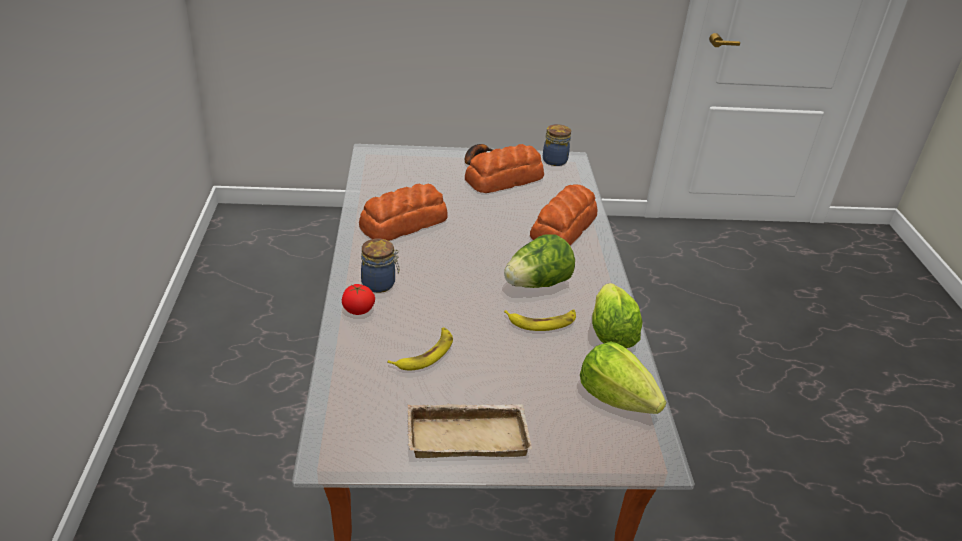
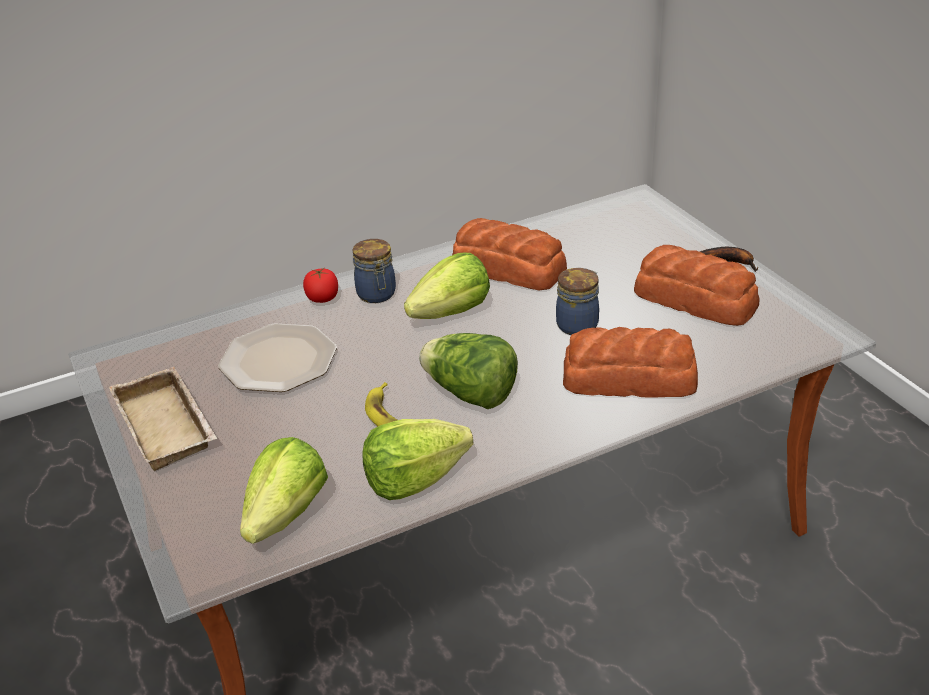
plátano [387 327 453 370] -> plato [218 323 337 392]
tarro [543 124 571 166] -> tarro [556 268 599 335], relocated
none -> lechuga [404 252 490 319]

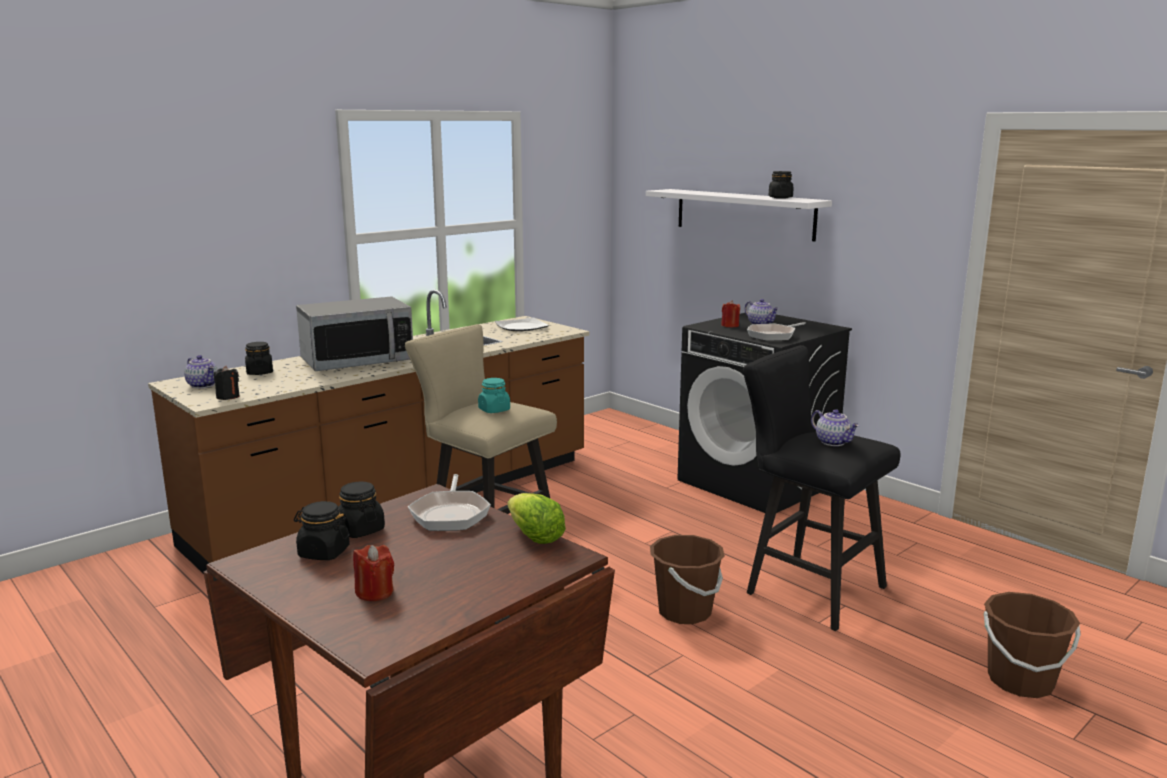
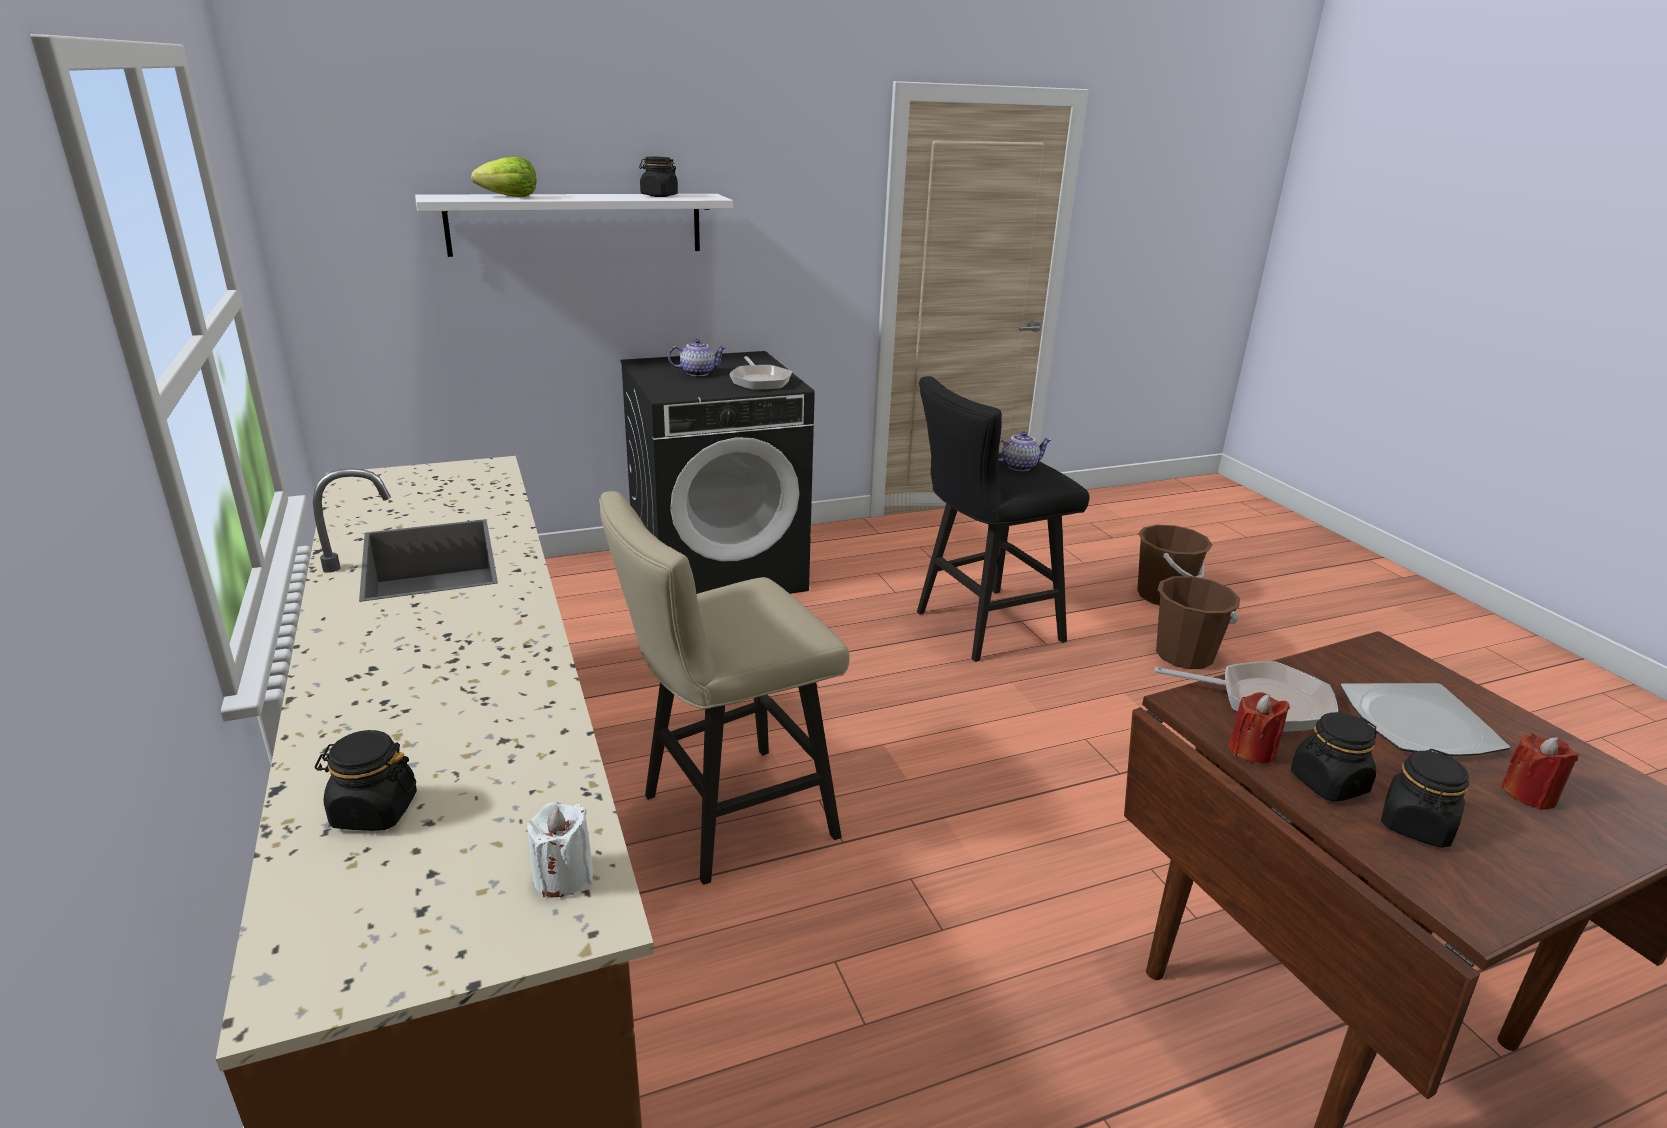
tetera [184 355 218 388] -> none
vela [negro] [214 366 240 400] -> vela [blanco] [527 802 594 897]
microondas [296 296 413 371] -> none
tarro [turquesa] [478 378 510 413] -> none
plato [495 317 549 331] -> plato [1341 683 1510 756], relocated
lechuga [507 493 566 544] -> lechuga [471 157 536 197], relocated
cubo [marrón] [650 535 725 624] -> cubo [marrón] [1156 576 1240 669], relocated
vela [rojo] [721 300 740 327] -> vela [rojo] [1228 692 1290 764], relocated

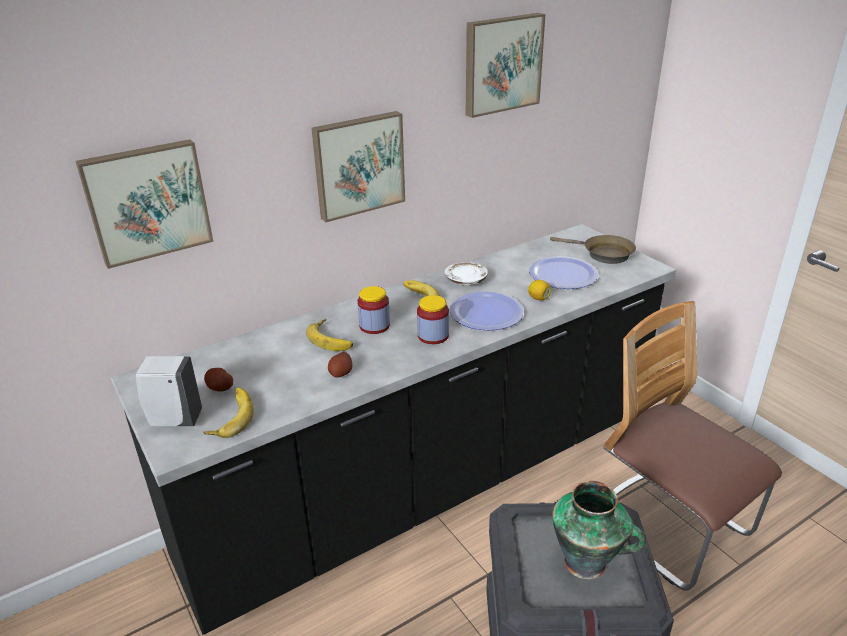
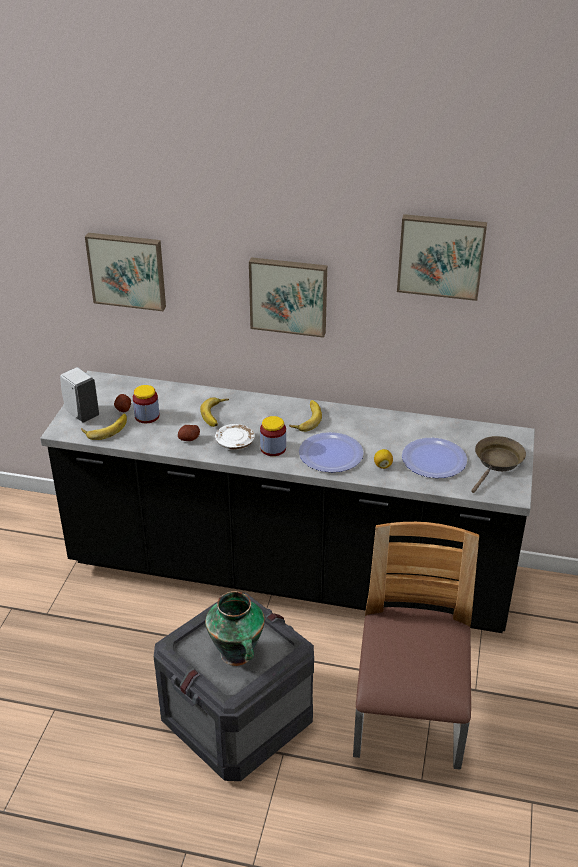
tarro [358 286 390 334] -> tarro [133 385 159 423], relocated
plato [blanco] [445 262 488 285] -> plato [blanco] [215 424 255 450], relocated
sartén [marrón] [550 235 636 264] -> sartén [marrón] [471 436 526 493], 135 degrees counterclockwise

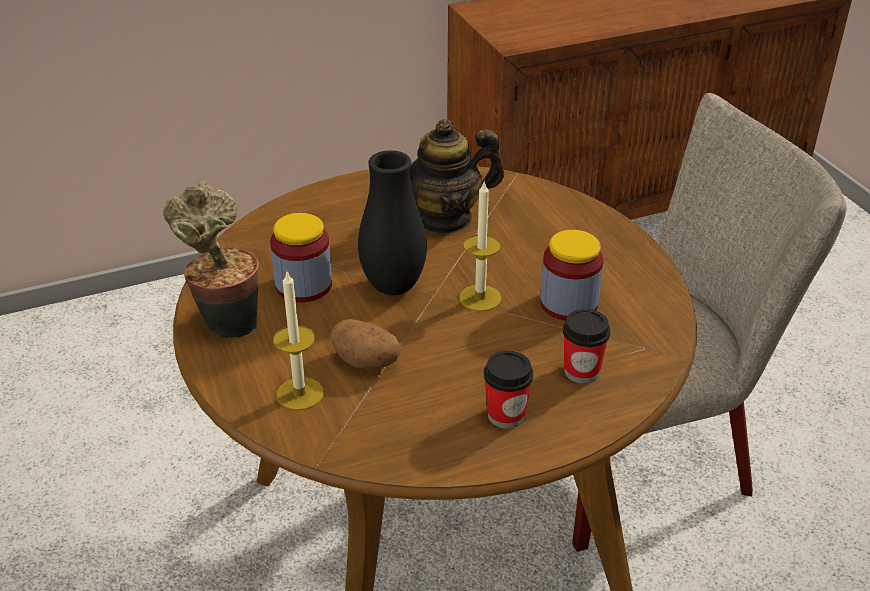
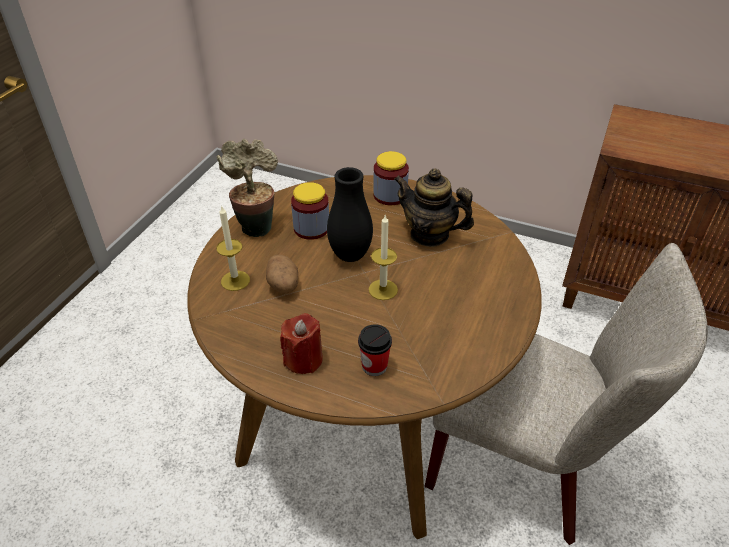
taza [484 350 533 429] -> vela [rojo] [280 313 323 374]
tarro [540 230 604 321] -> tarro [373 151 409 205], relocated

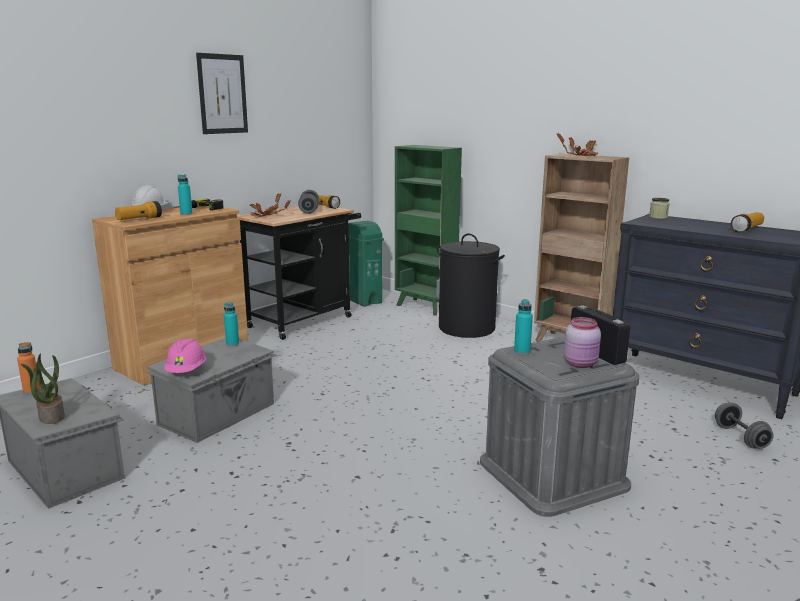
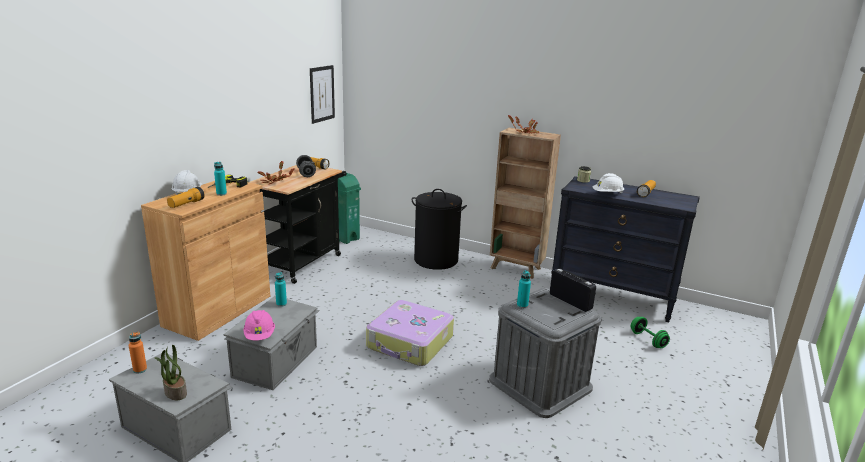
cuadro [196 53 248 134] -> cuadro [310 65 335 124], relocated
estantería [verde] [395 145 462 316] -> none
tarro [rosa] [564 317 601 368] -> none
mancuerna [gris] [715 403 774 449] -> mancuerna [verde] [631 317 670 348]
none -> maleta [366 300 454 366]
none -> casco [blanco] [593 173 624 194]

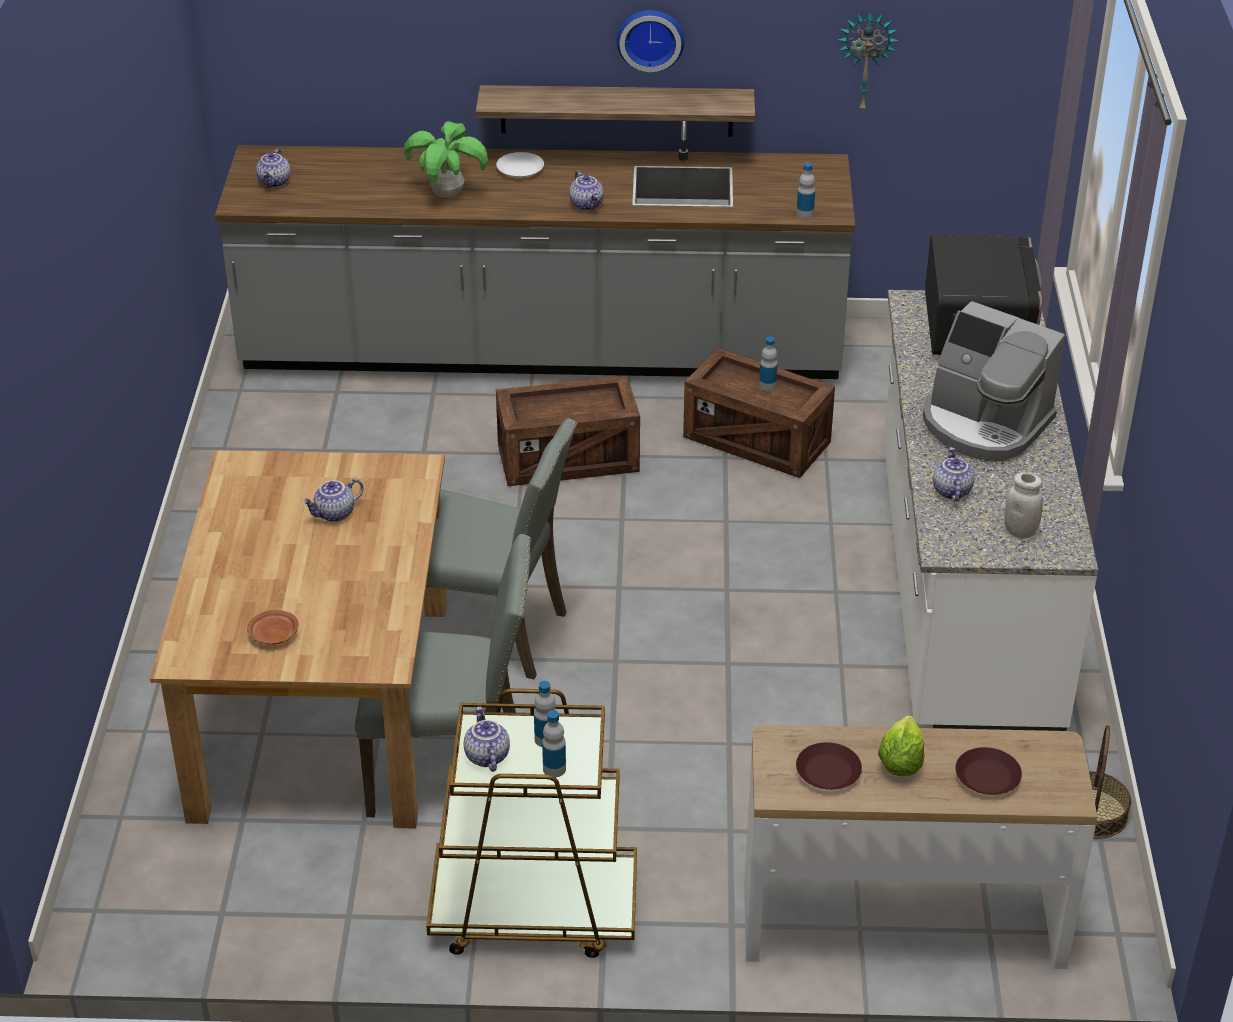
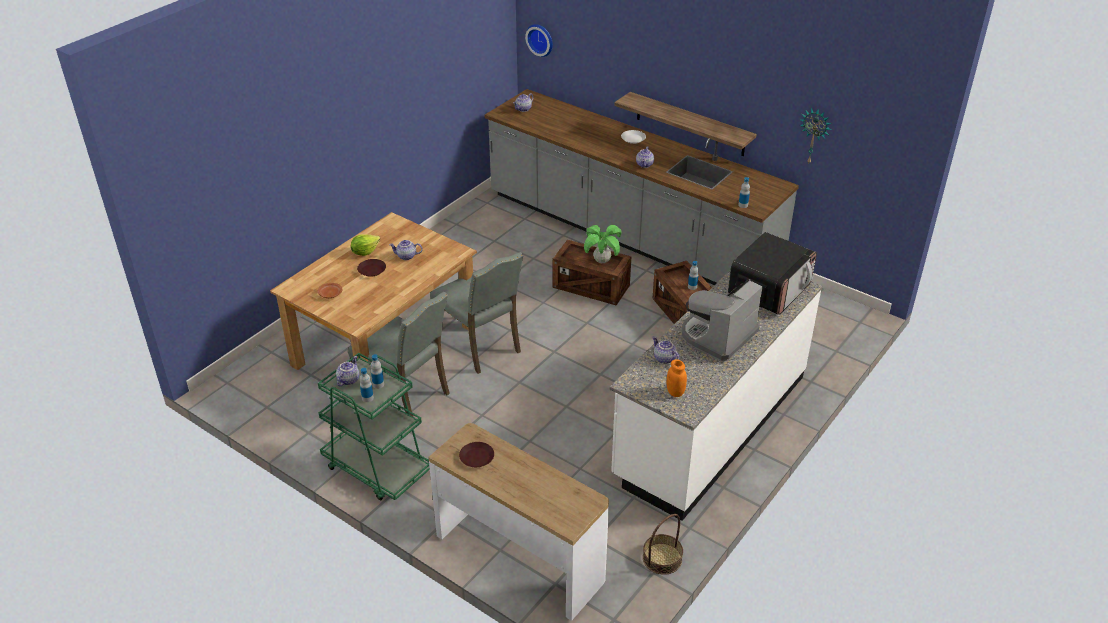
planta en maceta [404 121 488 198] -> planta en maceta [584 225 621 263], relocated
carrito [marrón] [426 689 637 958] -> carrito [verde] [318 353 430 500]
reloj de pared [617 10 684 72] -> reloj de pared [525 24 553 57], relocated
lechuga [878 715 925 776] -> lechuga [351 234 380 256], relocated
cafetera [923 301 1065 461] -> cafetera [682 279 763 361], 60 degrees clockwise
tetera [933 447 974 502] -> tetera [652 337 680 364], 75 degrees counterclockwise
plato [marrón] [955 747 1022 795] -> plato [marrón] [357 259 386 277], relocated
tarro [blanco] [1004 472 1043 539] -> tarro [naranja] [667 359 687 397]

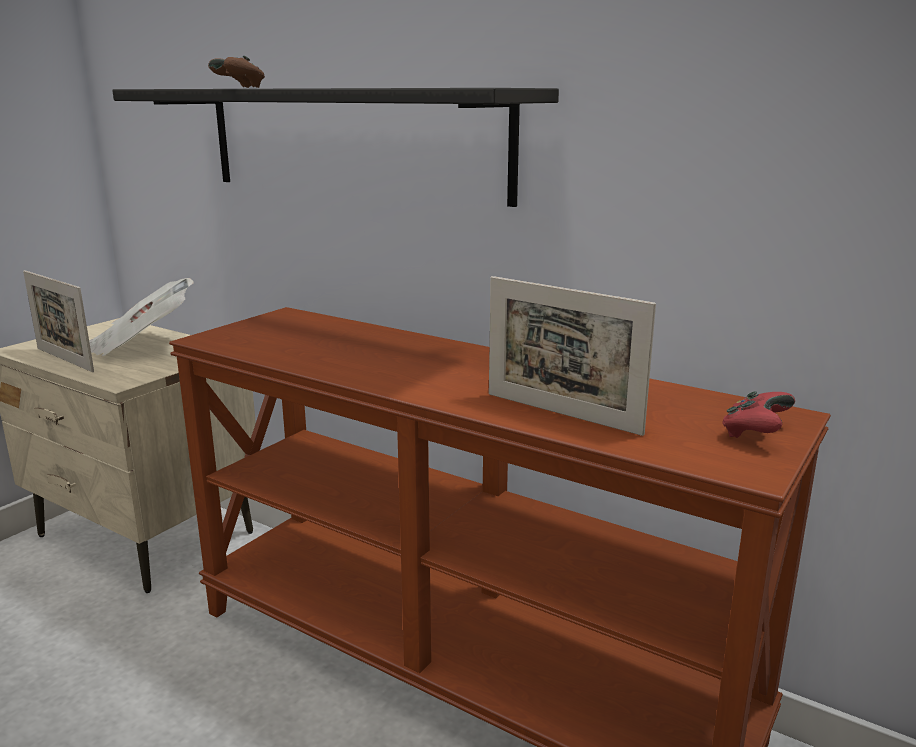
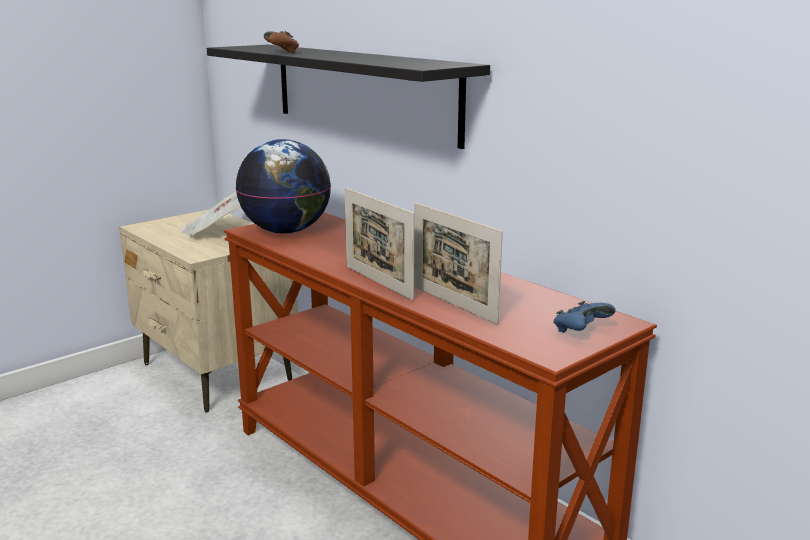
portarretratos [23 270 94 372] -> portarretratos [344 188 414 301], relocated
mando de consola [rojo] [722 391 795 438] -> mando de consola [azul] [553 301 616 333]
none -> globo terráqueo [235 139 331 233]

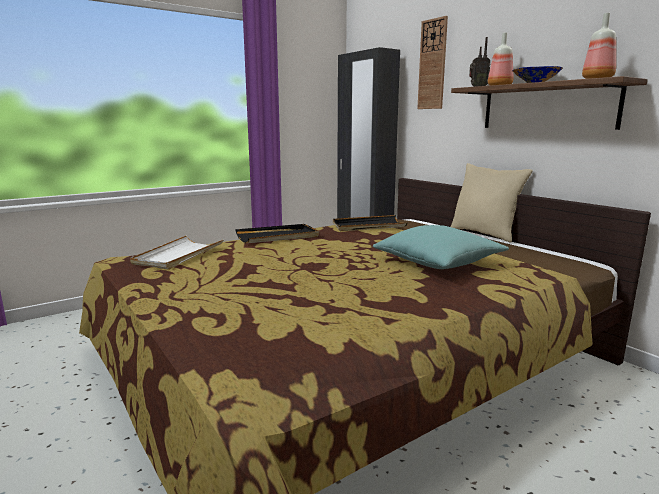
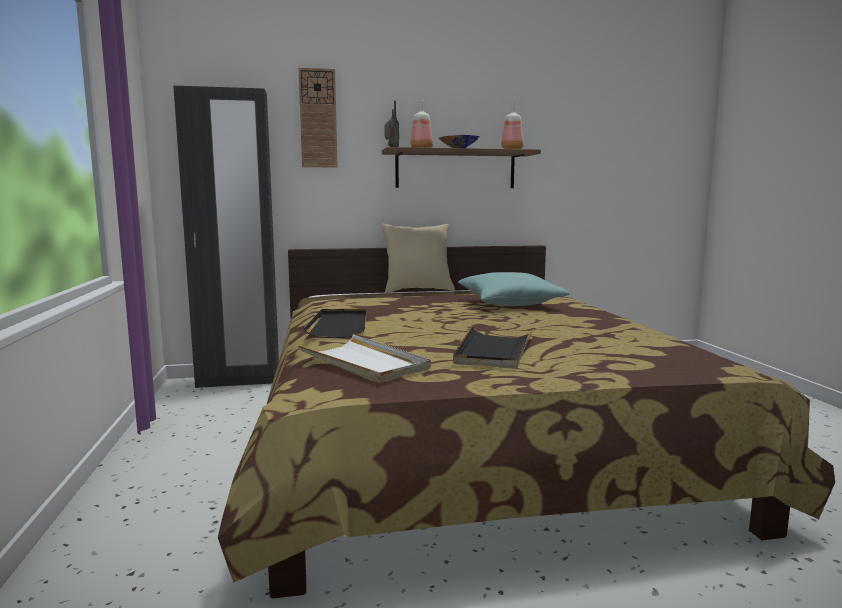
bandeja [negro] [333 215 407 231] -> bandeja [negro] [453 325 534 369], relocated

